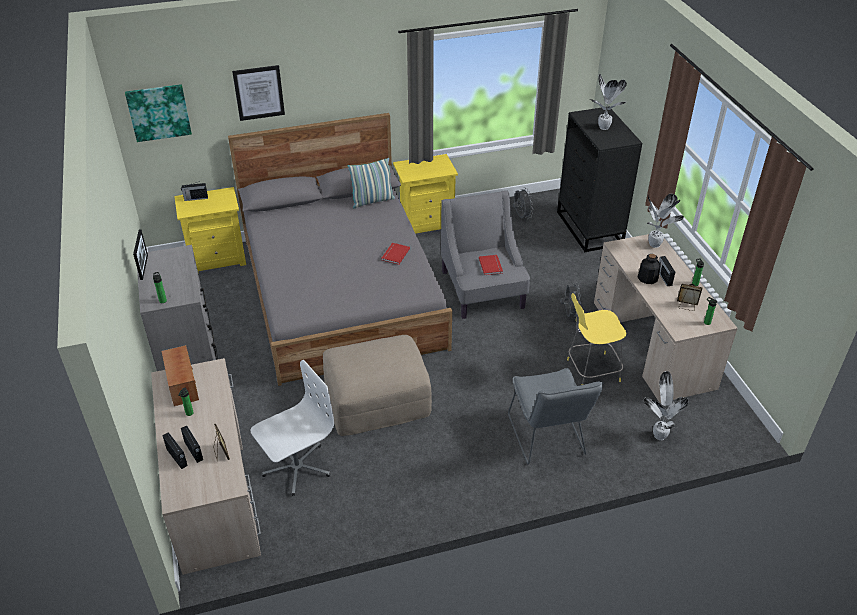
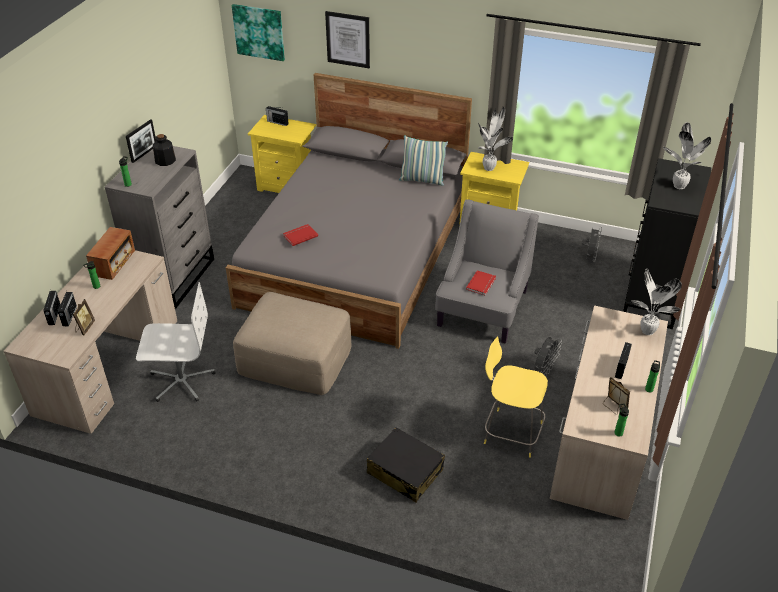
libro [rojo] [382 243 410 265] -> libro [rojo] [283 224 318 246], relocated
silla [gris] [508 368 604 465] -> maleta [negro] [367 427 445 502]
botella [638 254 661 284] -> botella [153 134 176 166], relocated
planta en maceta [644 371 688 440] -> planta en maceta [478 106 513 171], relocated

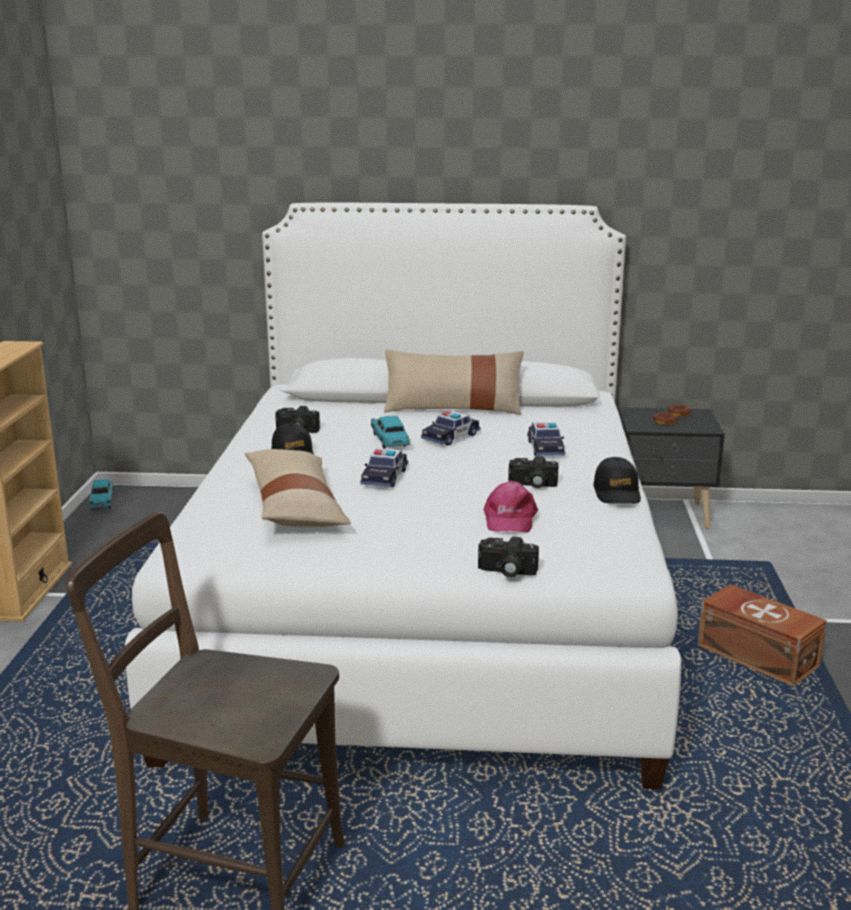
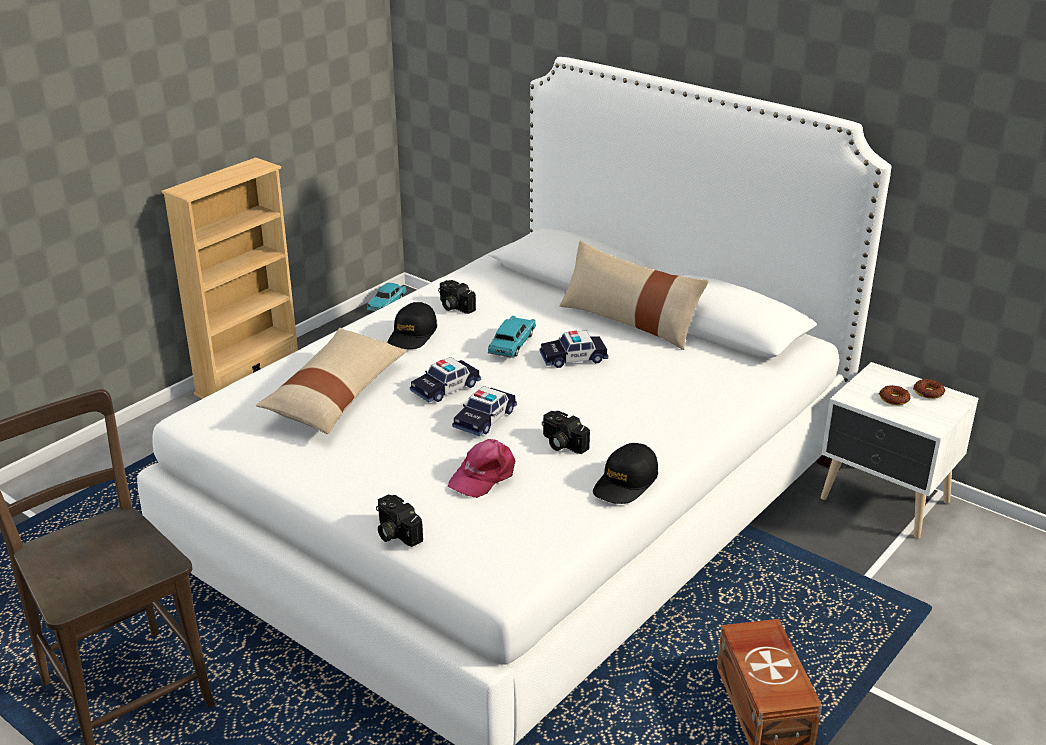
coche de juguete [527 422 565 456] -> coche de juguete [452 386 517 436], relocated
mesita de noche [negro] [618 407 725 529] -> mesita de noche [blanco] [821 362 979 539]

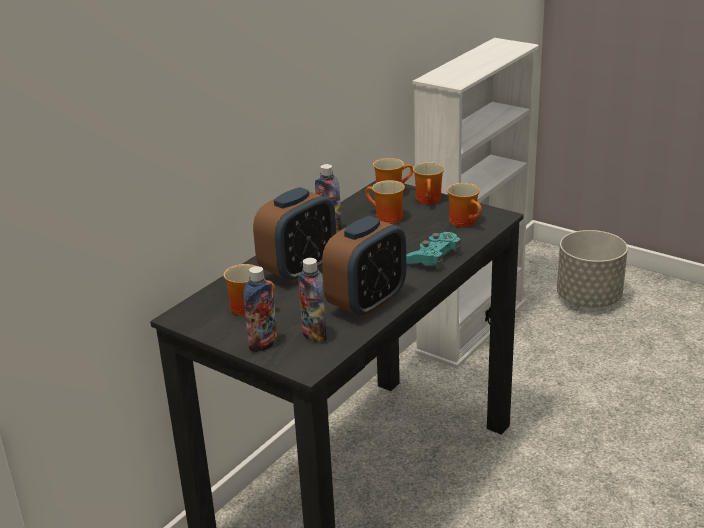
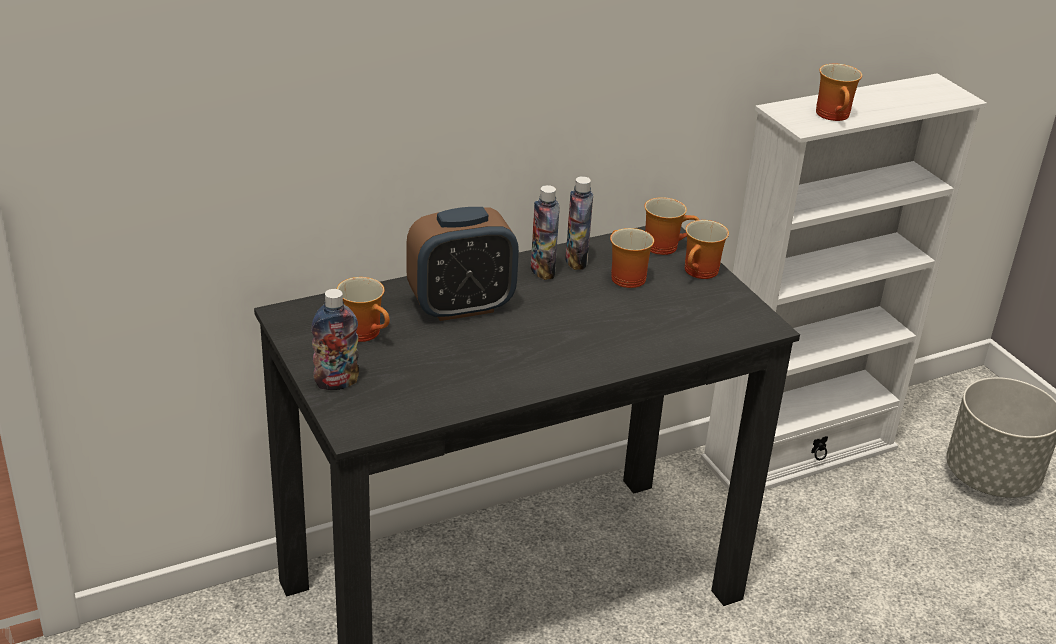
botella [298 258 327 343] -> botella [565 176 593 270], relocated
despertador [322 216 406 318] -> none
mando de consola [turquesa] [406 232 461 271] -> none
taza grande [447 183 482 227] -> taza grande [816 64 862 121], relocated

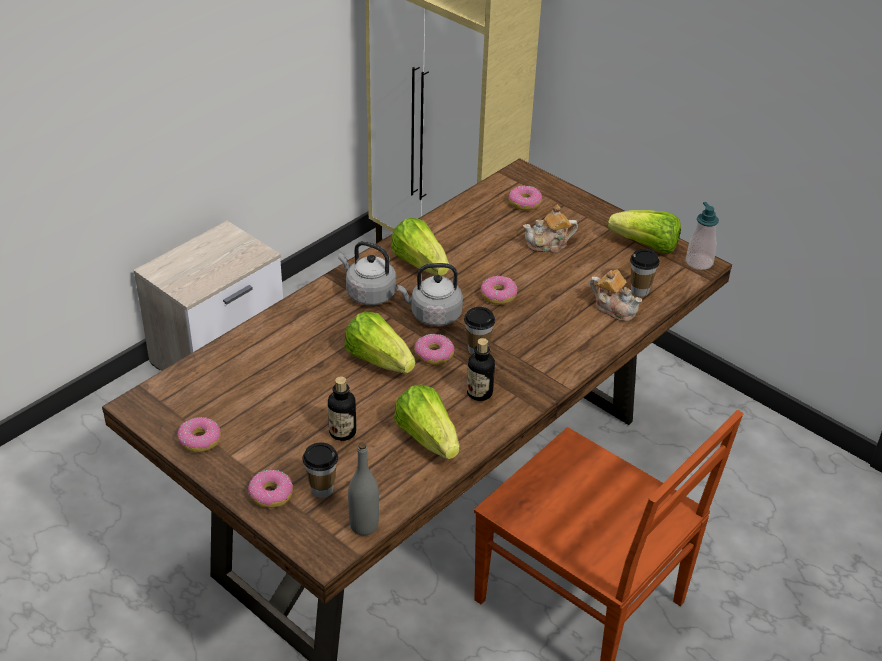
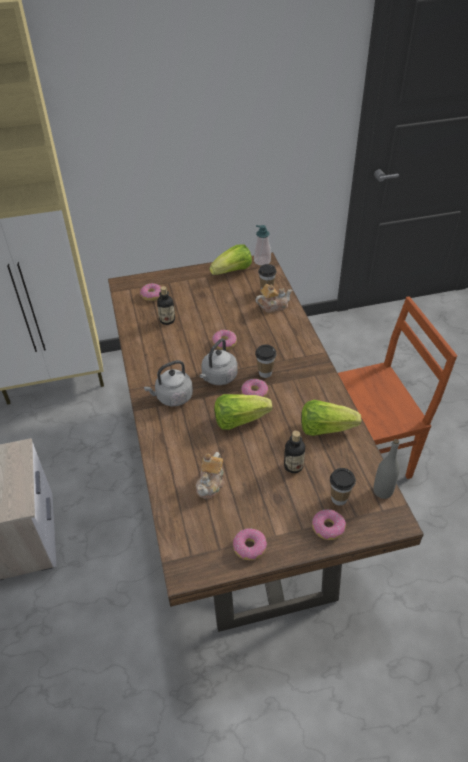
lechuga [391 218 449 276] -> none
botella [467 338 495 401] -> botella [157 286 175 325], relocated
tetera [523 204 578 253] -> tetera [196 452 225 499], relocated

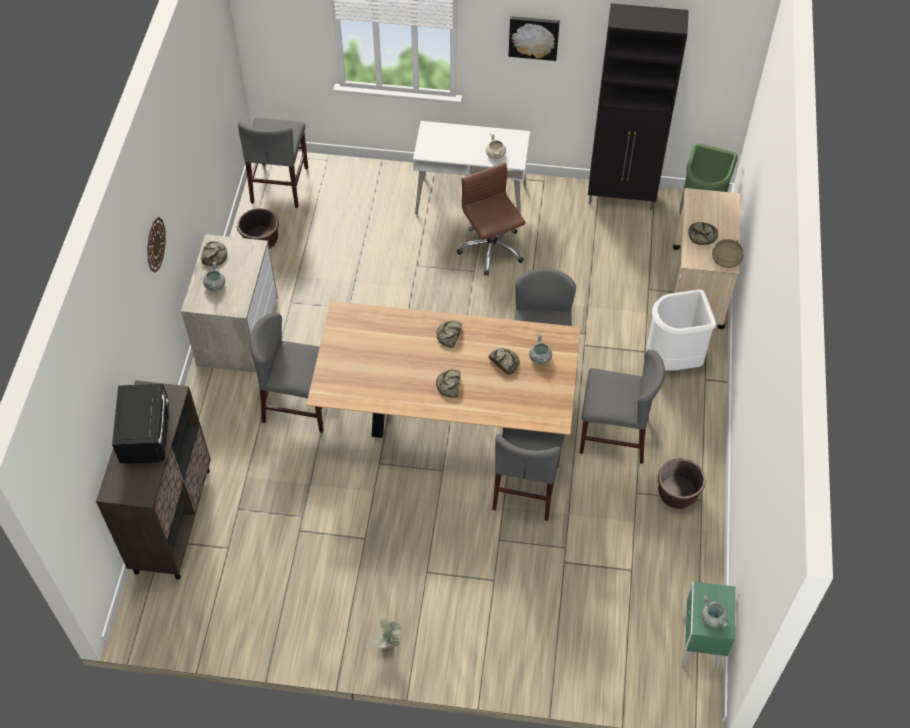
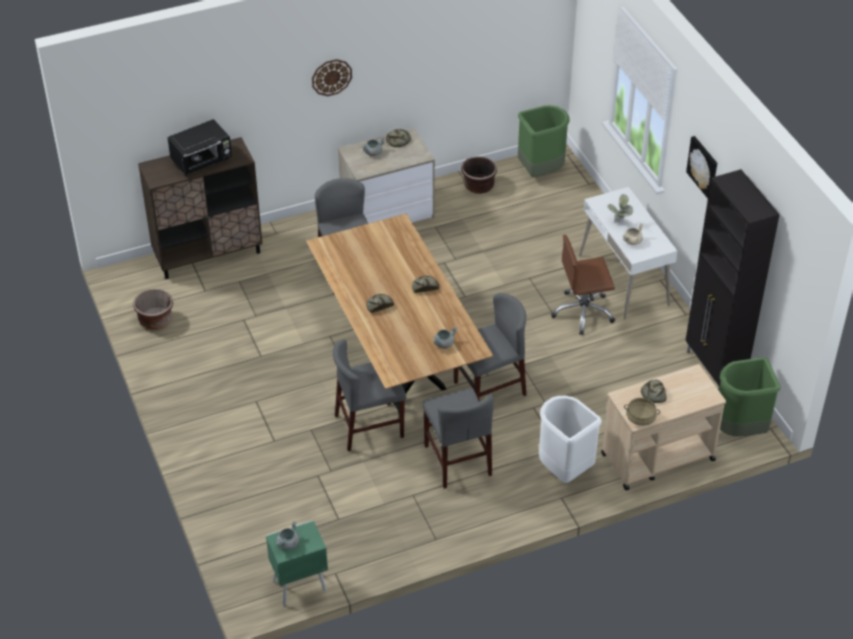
silla [gris] [238 118 308 208] -> papelera [verde] [518 105 570 177]
planta en maceta [373 619 401 649] -> planta en maceta [607 194 633 223], relocated
silla de oficina [marrón] [457 163 526 276] -> silla de oficina [marrón] [551 235 615 335], 135 degrees counterclockwise
pan [488 348 520 375] -> none
maceta [marrón] [658 458 706 509] -> maceta [marrón] [133 289 173 330], relocated

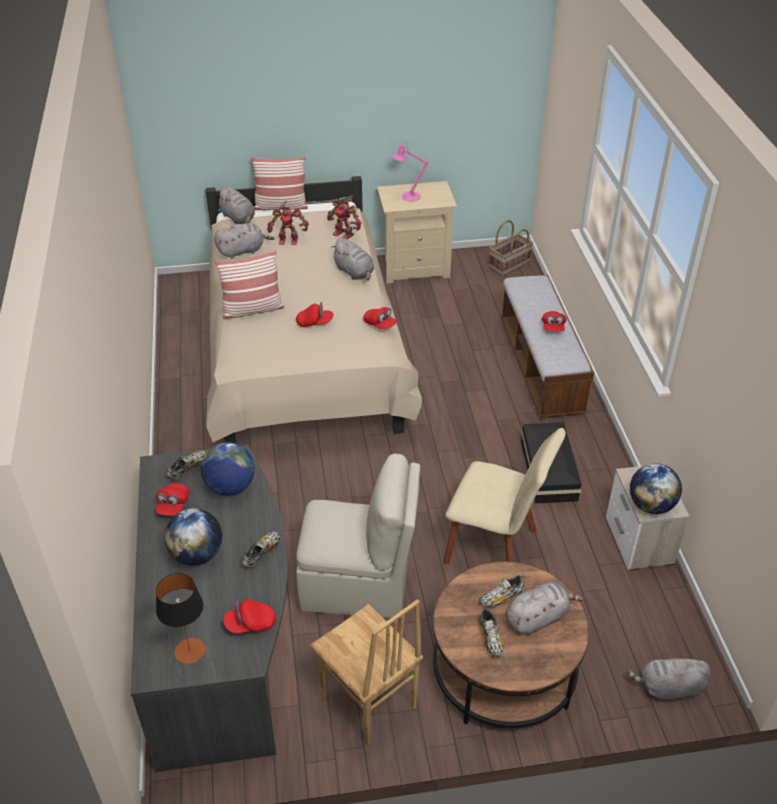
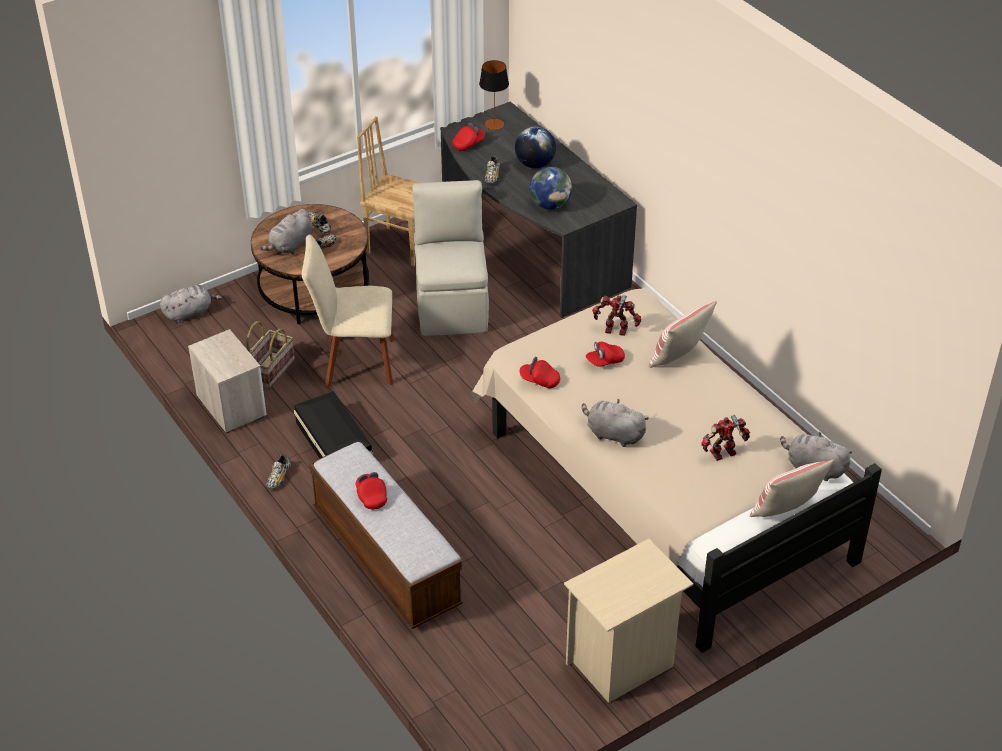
gorra [rojo] [155 483 189 516] -> none
zapato [167 450 207 481] -> zapato [266 454 291 489], relocated
peluche [gris] [214 223 275 259] -> none
silla [beis] [296 453 421 618] -> silla [beis] [412 180 489 336], 105 degrees clockwise
robot de juguete [327 196 361 239] -> robot de juguete [592 295 641 336], relocated
lámpara de mesa [rosa] [393 141 428 202] -> none
cesta [488 220 533 276] -> cesta [246 321 295 389], relocated
globo terráqueo [630 463 682 514] -> none

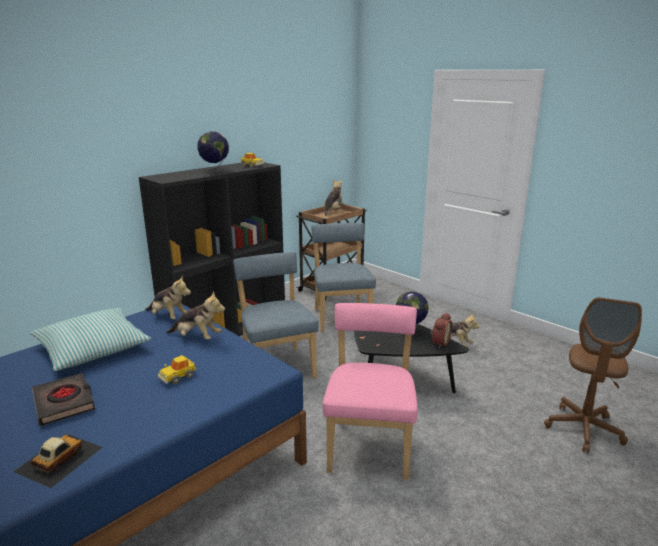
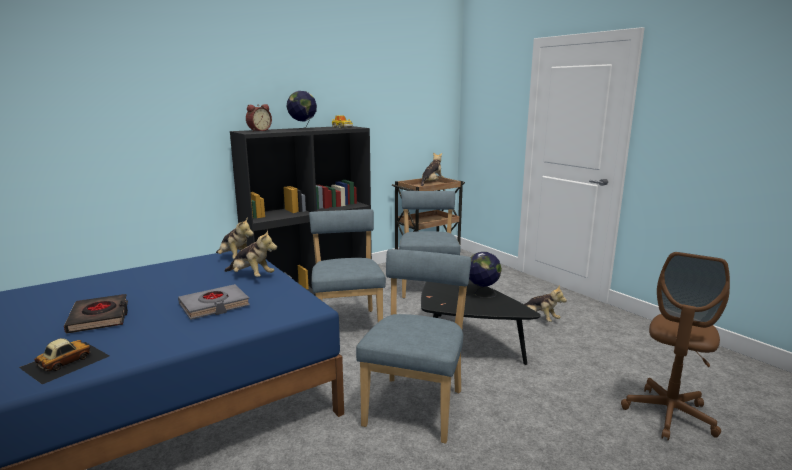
cojín [30 308 151 371] -> none
coche de juguete [158 355 196 384] -> libro [gris] [178 284 250 320]
silla [rosa] [323 303 418 480] -> silla [azul] [356 249 471 444]
despertador [431 313 452 348] -> despertador [246 104 272 131], relocated

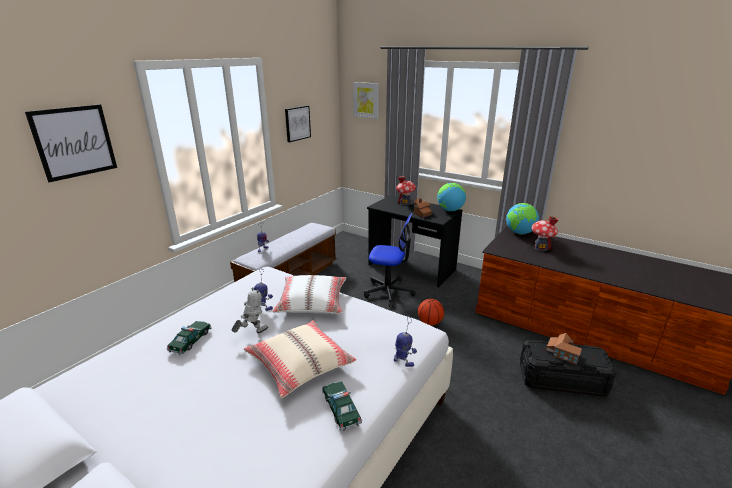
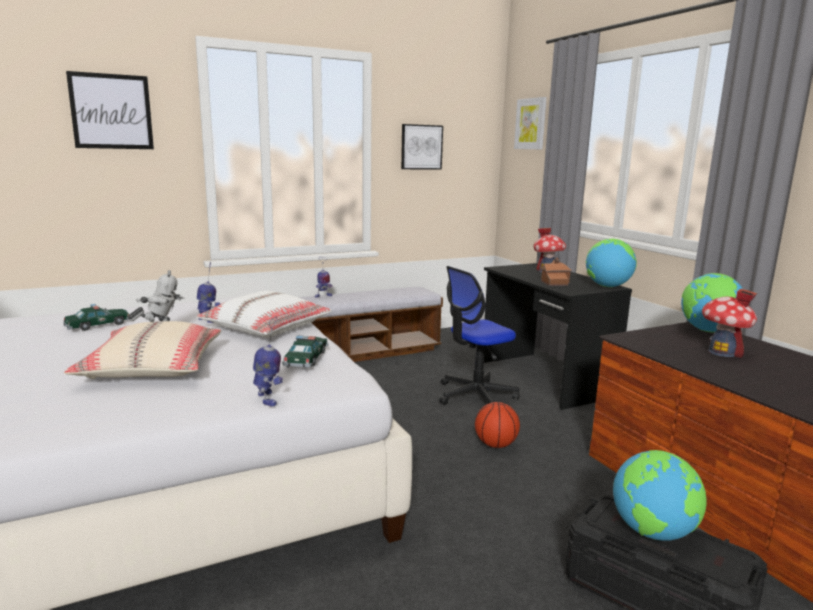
coche de juguete [321 381 362 431] -> coche de juguete [282 335 329 369], relocated
silla de oficina [364 213 416 307] -> silla de oficina [439 266 520 405], 105 degrees clockwise
casita [546 333 582 364] -> globo terráqueo [613 450 707 541]

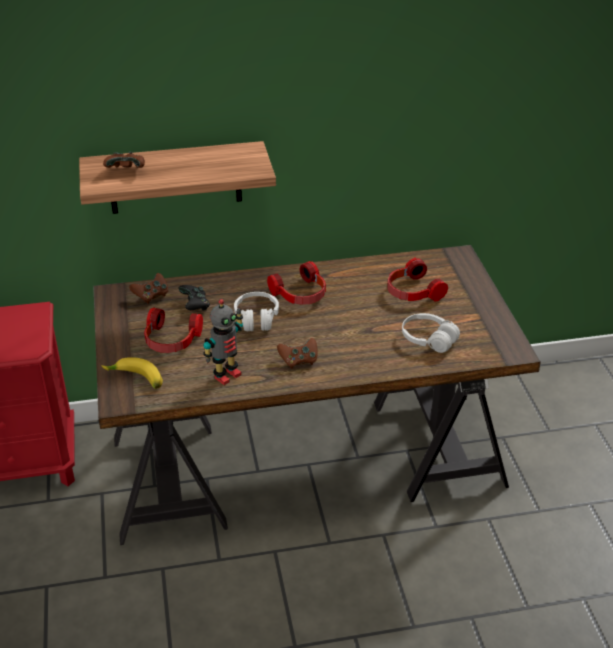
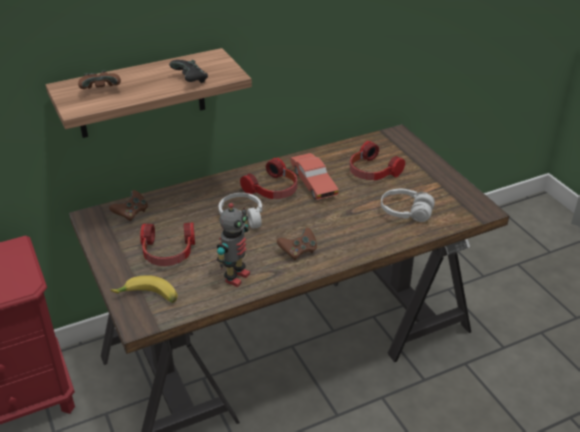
mando de consola [negro] [178 285 210 311] -> mando de consola [negro] [169 60 208 83], relocated
none -> coche de juguete [rojo] [290 153 339 200]

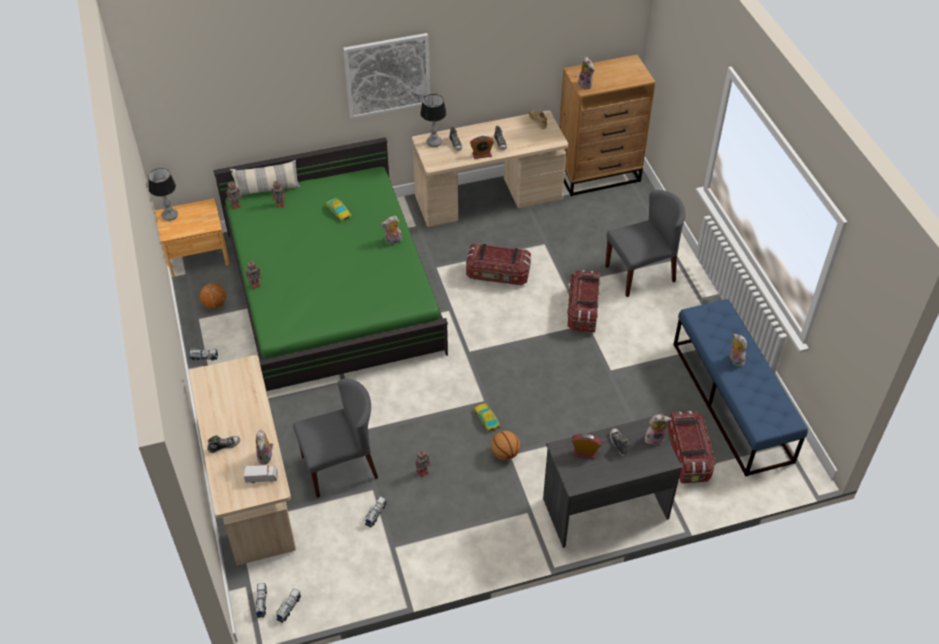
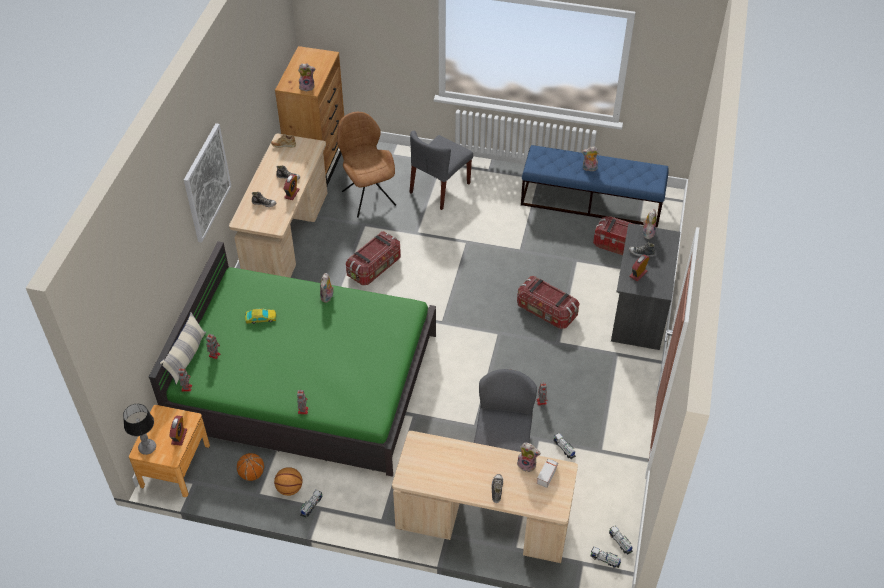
lámpara de mesa [420 94 447 147] -> none
coche de juguete [474 403 500 432] -> none
balón de baloncesto [491 431 520 460] -> balón de baloncesto [274 467 303 496], relocated
caja de almacenaje [567 270 600 332] -> caja de almacenaje [517 276 580 329], relocated
silla [gris] [605 190 685 297] -> silla [gris] [409 131 473 210], 150 degrees counterclockwise
none -> despertador [169 416 187 446]
none -> silla [marrón] [337 112 396 218]

